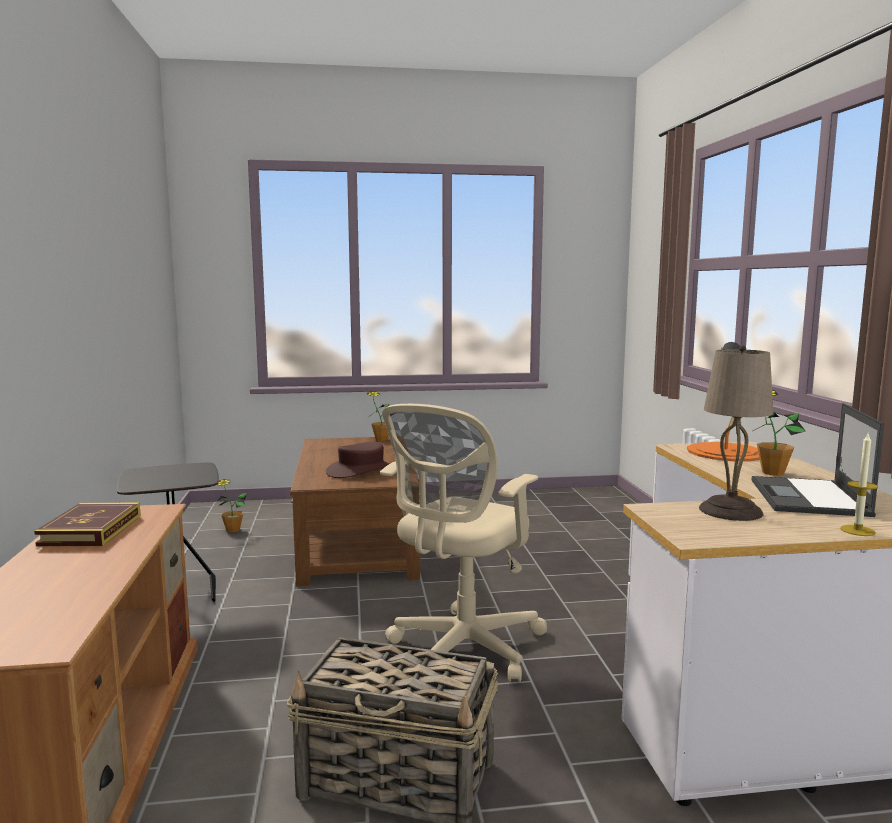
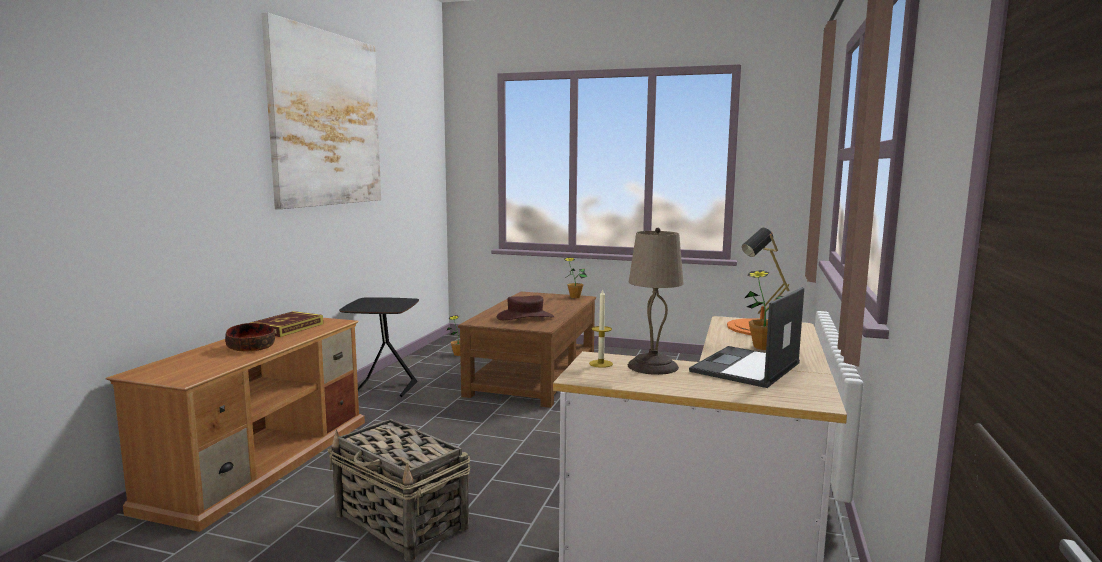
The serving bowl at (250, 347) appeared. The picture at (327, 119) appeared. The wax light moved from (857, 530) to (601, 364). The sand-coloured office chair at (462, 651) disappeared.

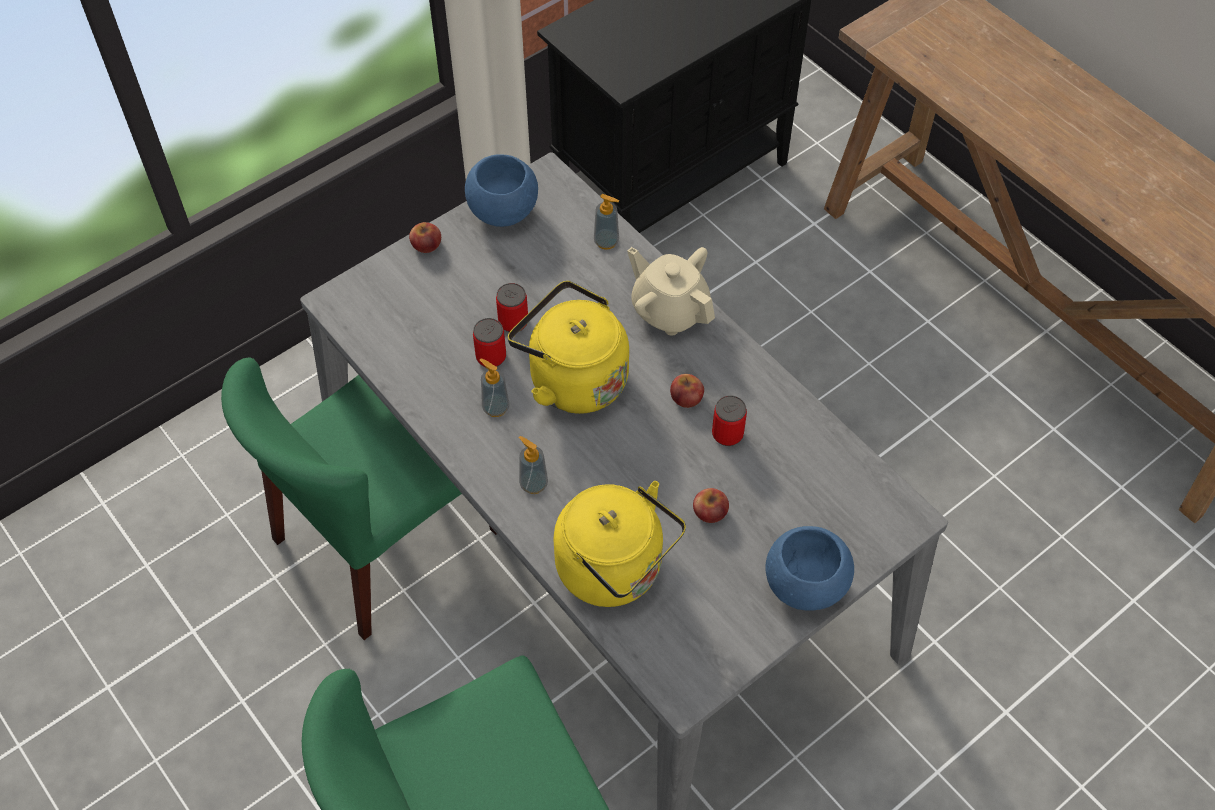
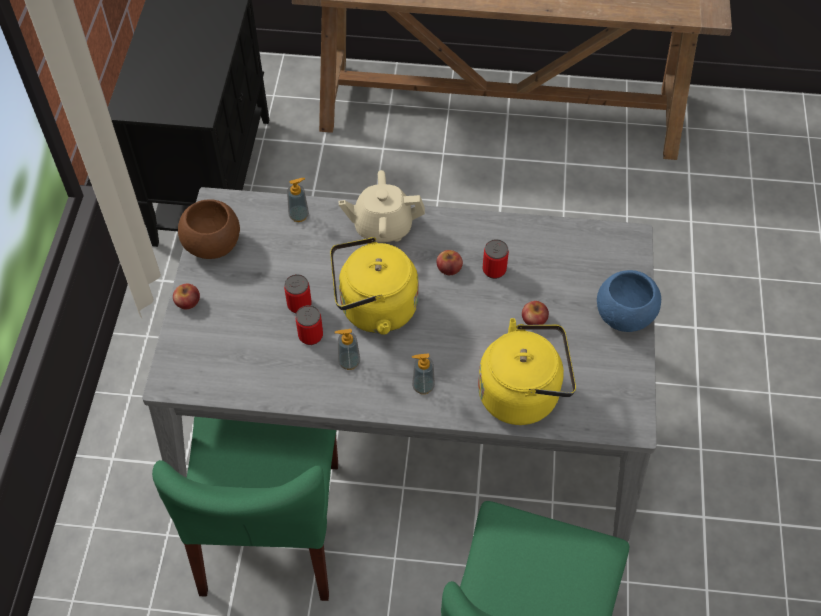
The blue serving bowl at (503, 210) became the brown-coloured serving bowl at (212, 244).

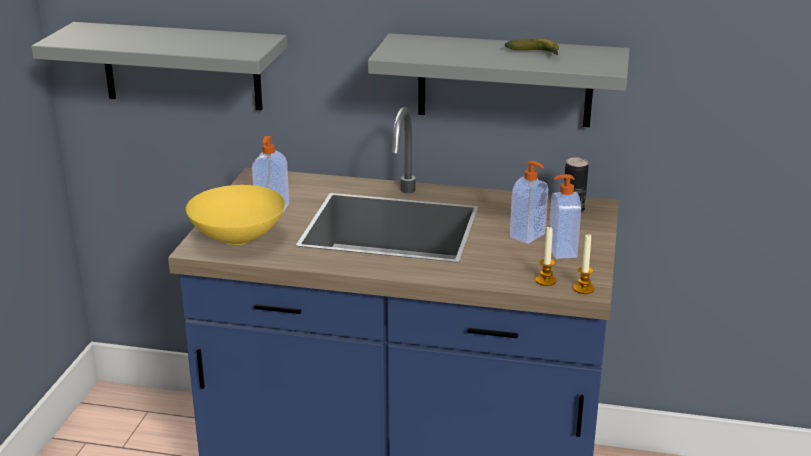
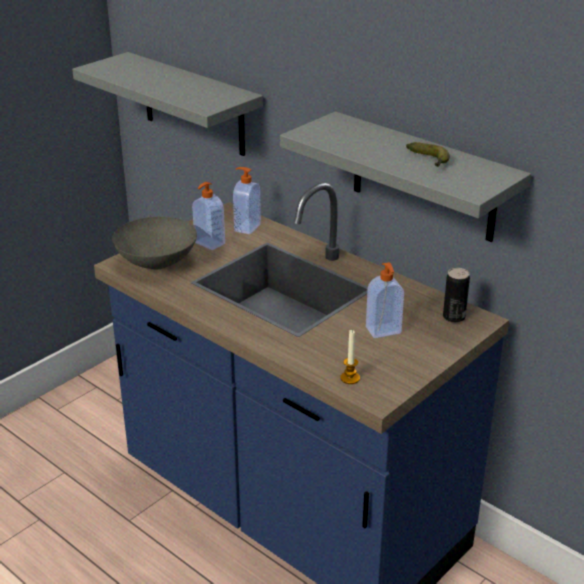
The yellow-coloured serving bowl at (237, 238) became the grey serving bowl at (156, 263). The liquid soap bottle moved from (561, 251) to (246, 227). The wax light at (583, 289) disappeared.

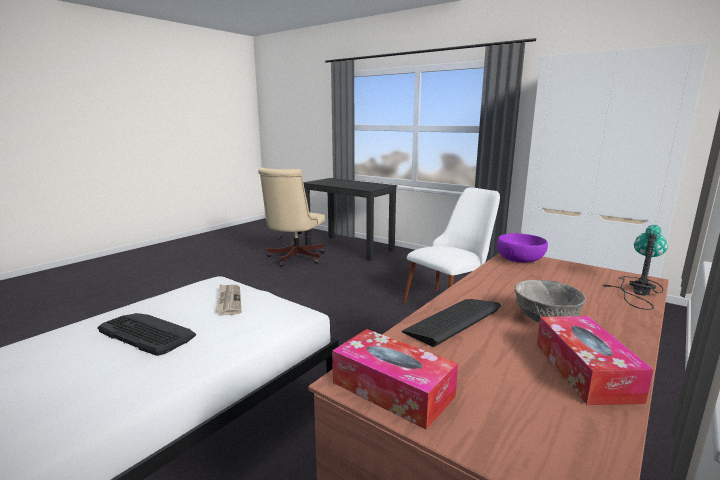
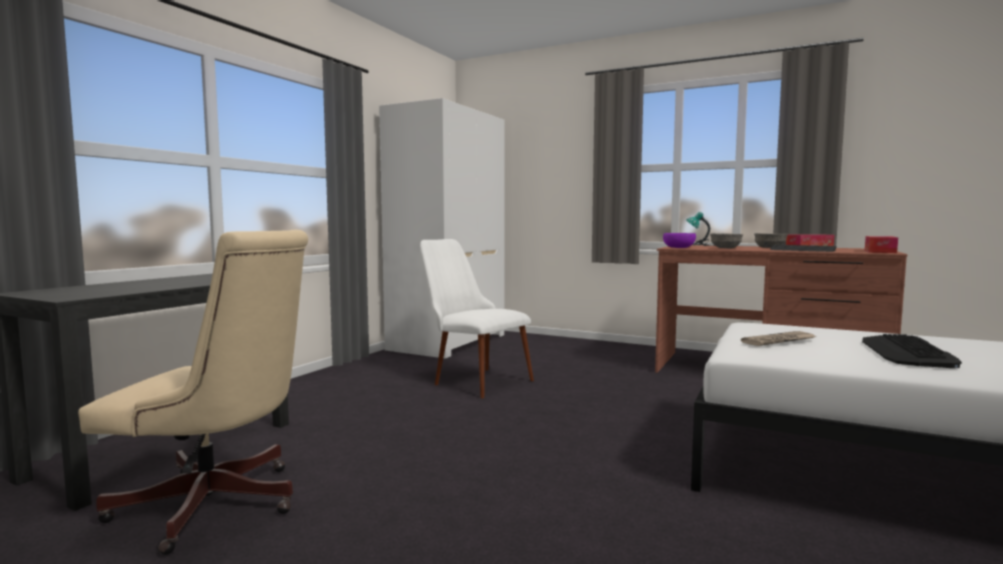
The grey serving bowl at (725, 248) appeared.

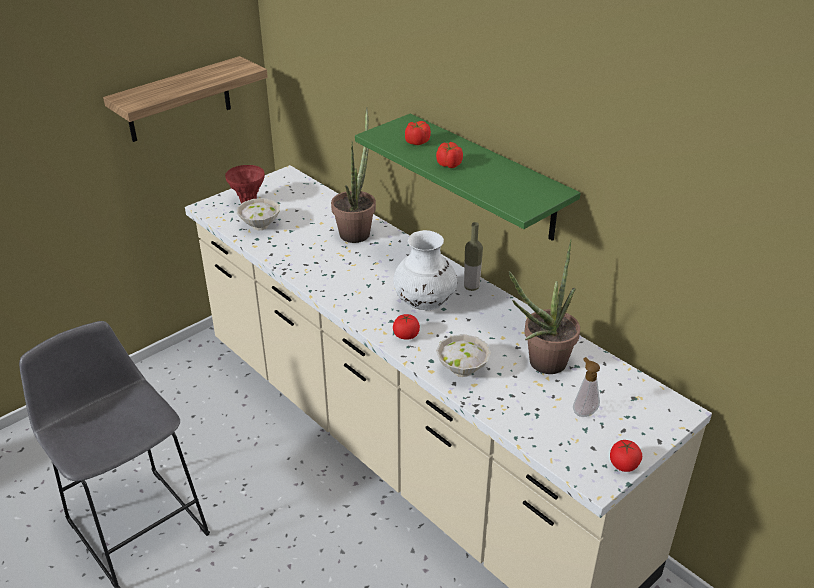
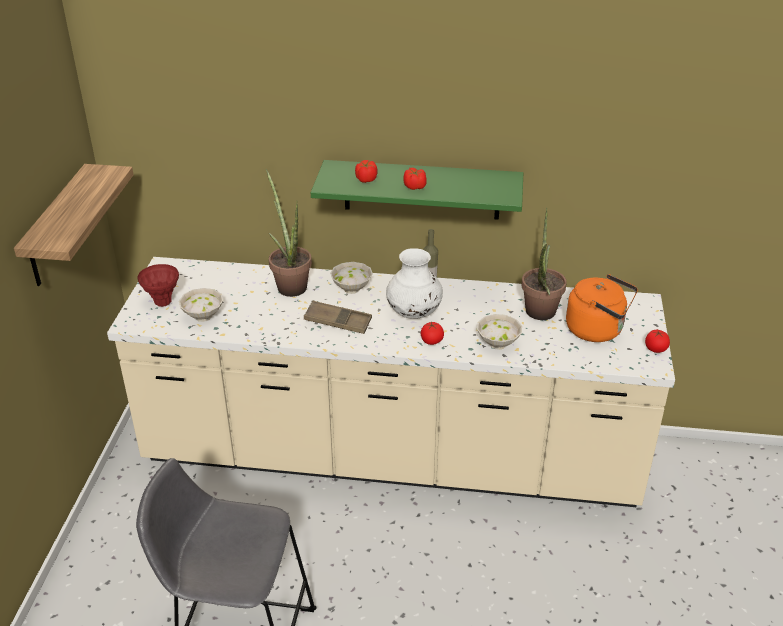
The brown-coloured carrying tray at (338, 321) appeared. The whitish serving bowl at (353, 289) appeared. The liquid soap bottle at (583, 411) was replaced by the orange kettle at (597, 330).

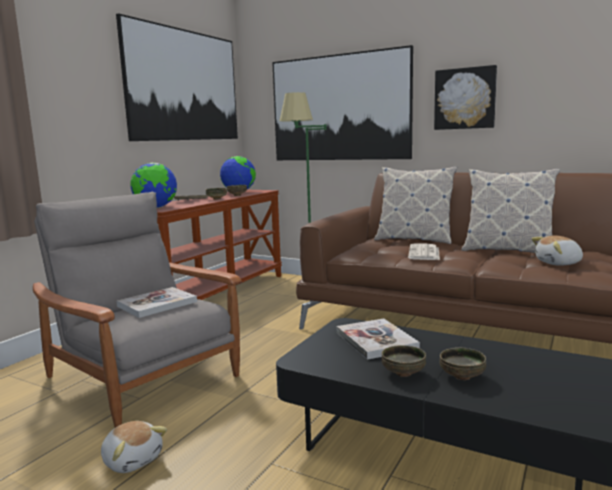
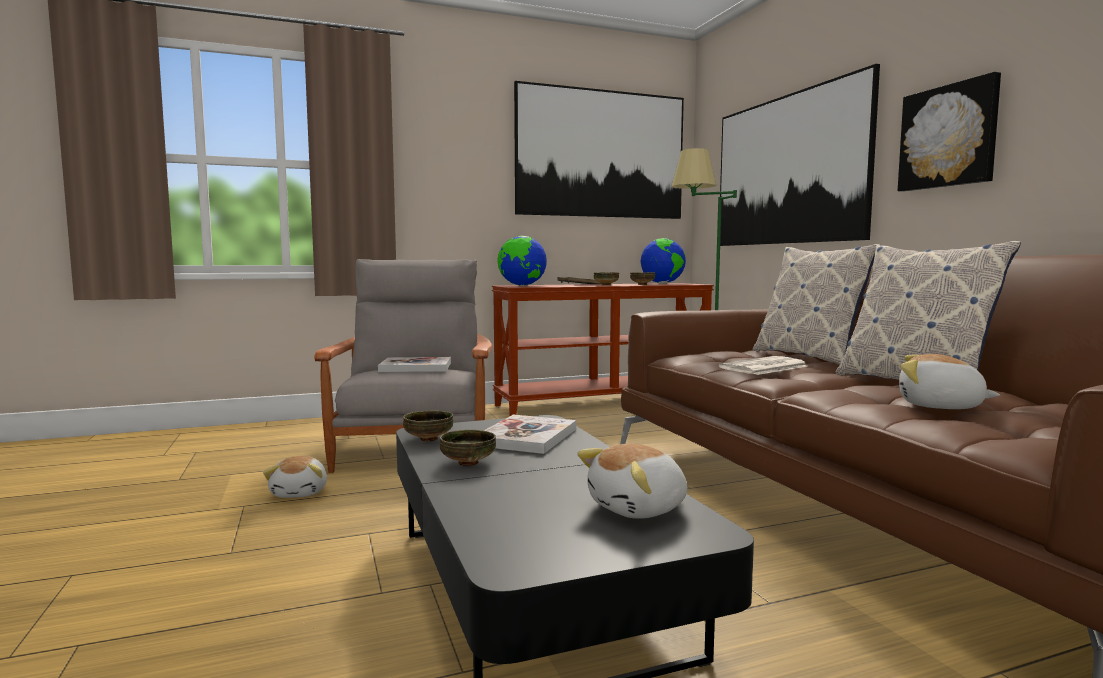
The serving bowl moved from (462, 377) to (428, 439). The soft toy at (639, 508) appeared.

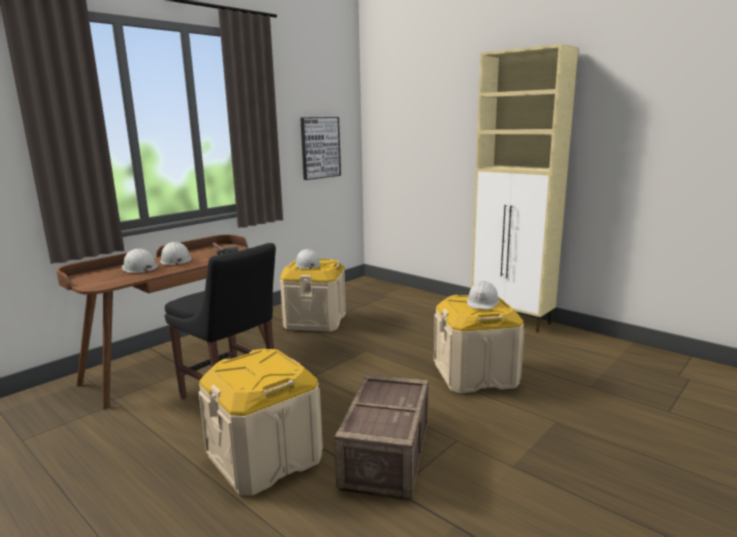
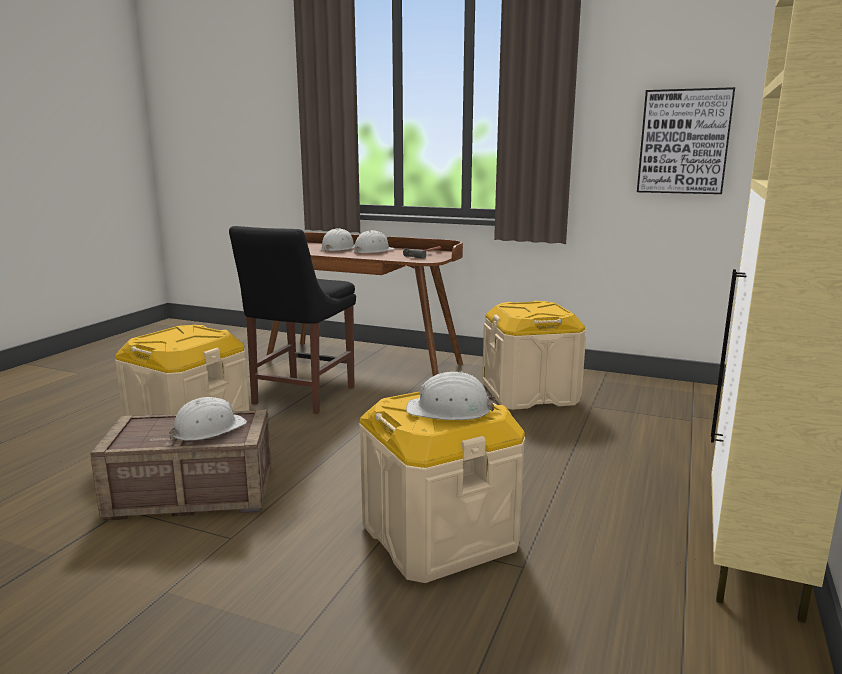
The whitish safety helmet moved from (307, 264) to (208, 429).

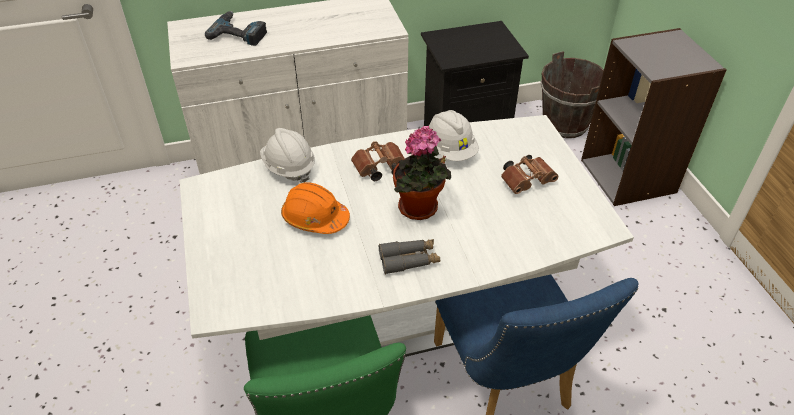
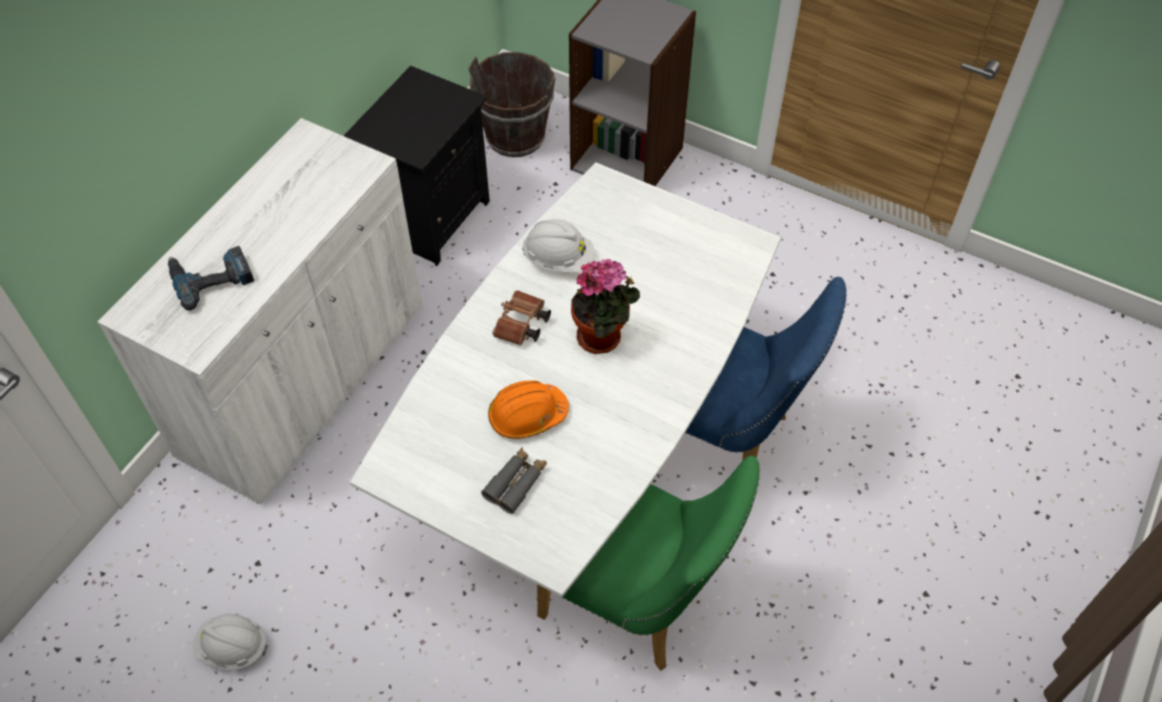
The whitish safety helmet moved from (289, 167) to (232, 648). The grey field glasses moved from (409, 260) to (516, 483). The brown-coloured field glasses at (528, 181) disappeared.

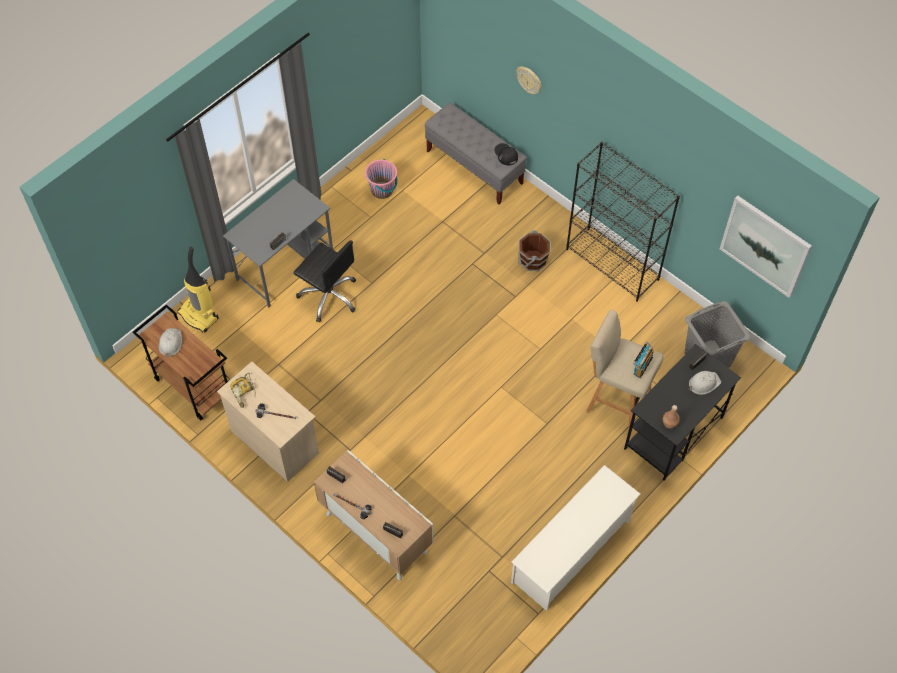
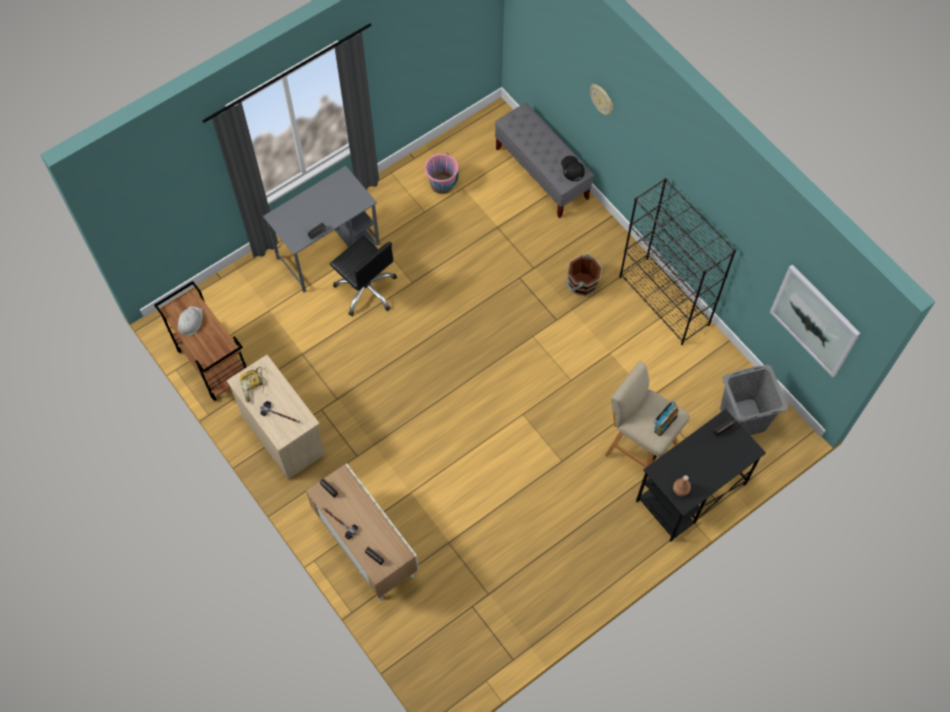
The hoover at (199, 315) disappeared. The whitish shoe shelf at (571, 551) disappeared. The whitish safety helmet at (703, 383) disappeared.

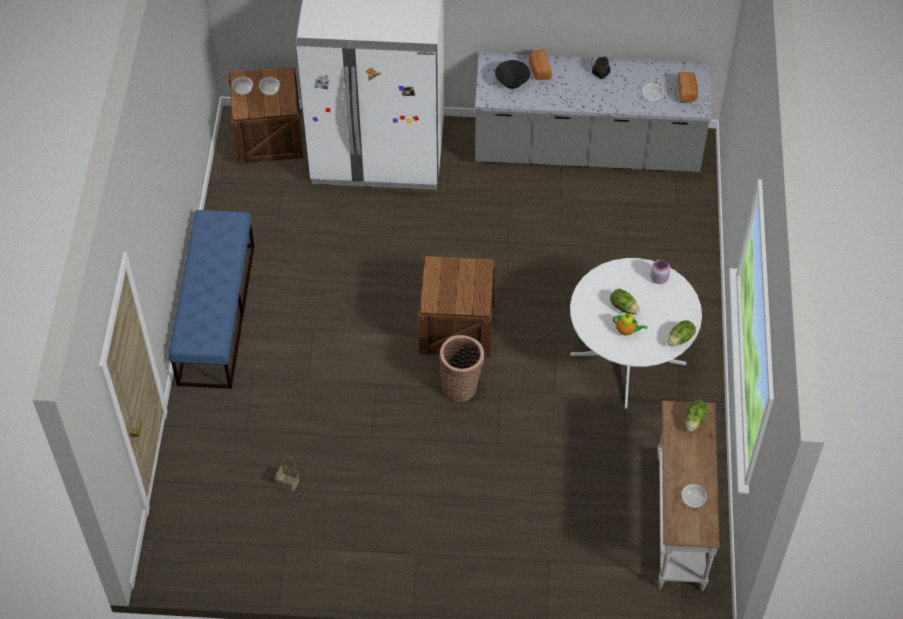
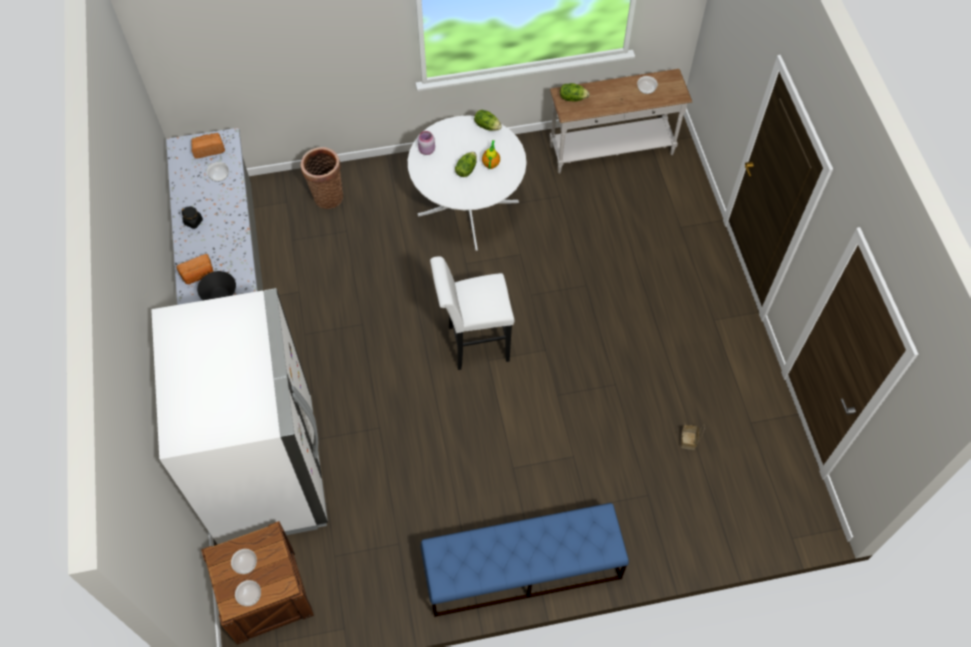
The basket moved from (461, 386) to (327, 195). The packing crate at (456, 327) was replaced by the whitish stool seat at (473, 344).

